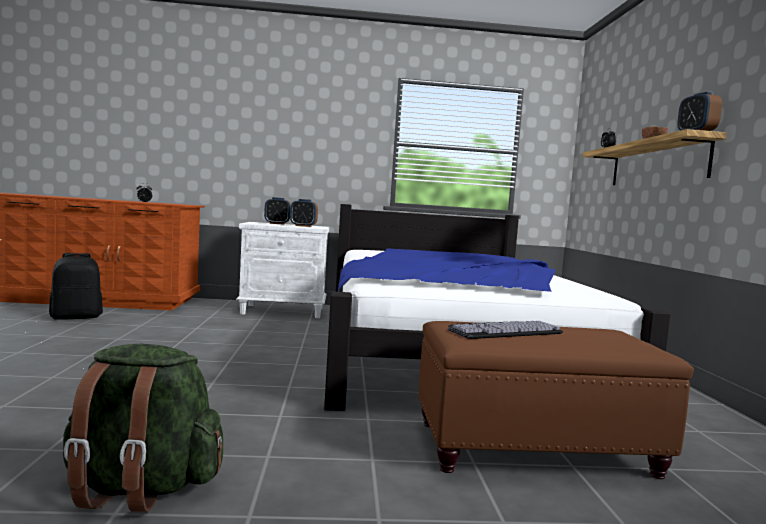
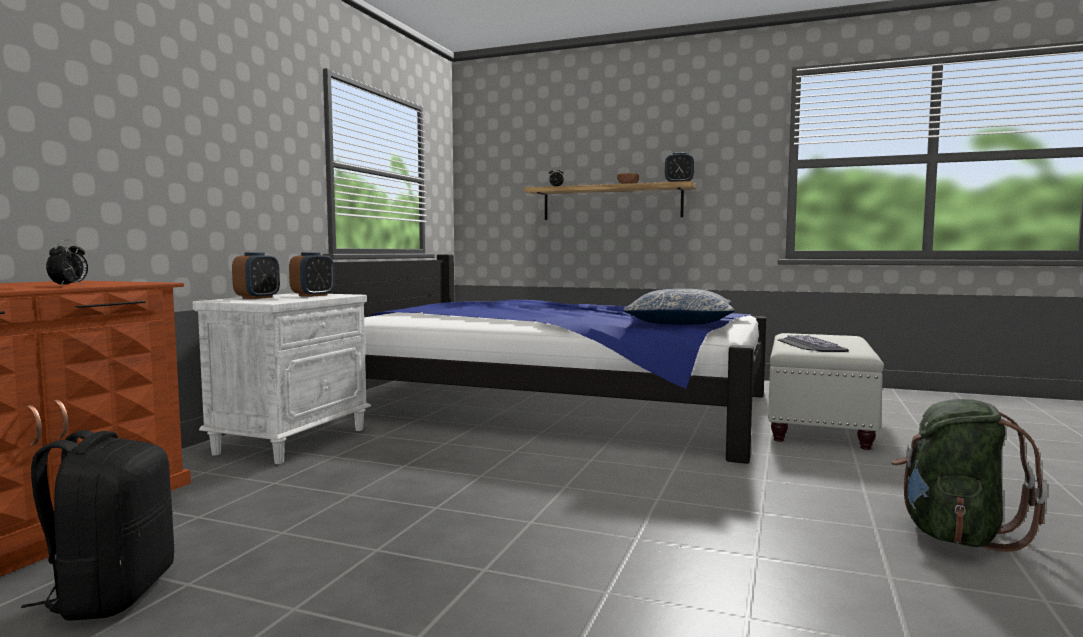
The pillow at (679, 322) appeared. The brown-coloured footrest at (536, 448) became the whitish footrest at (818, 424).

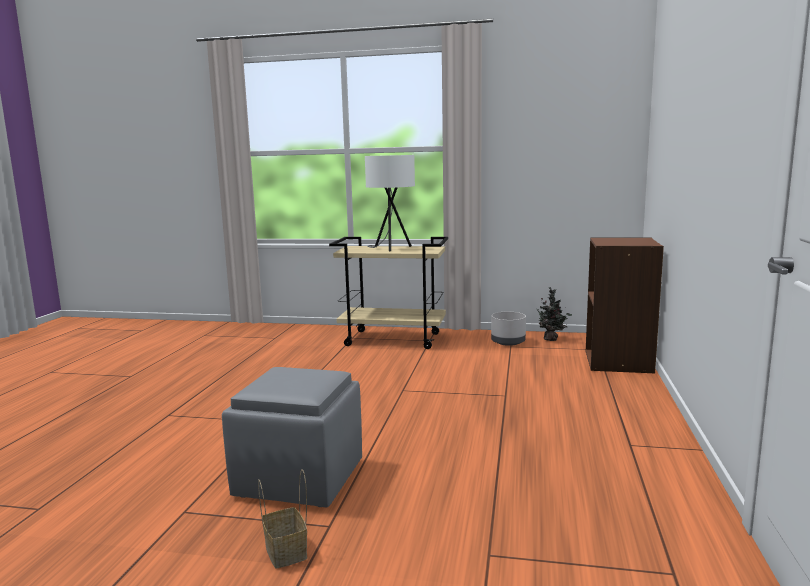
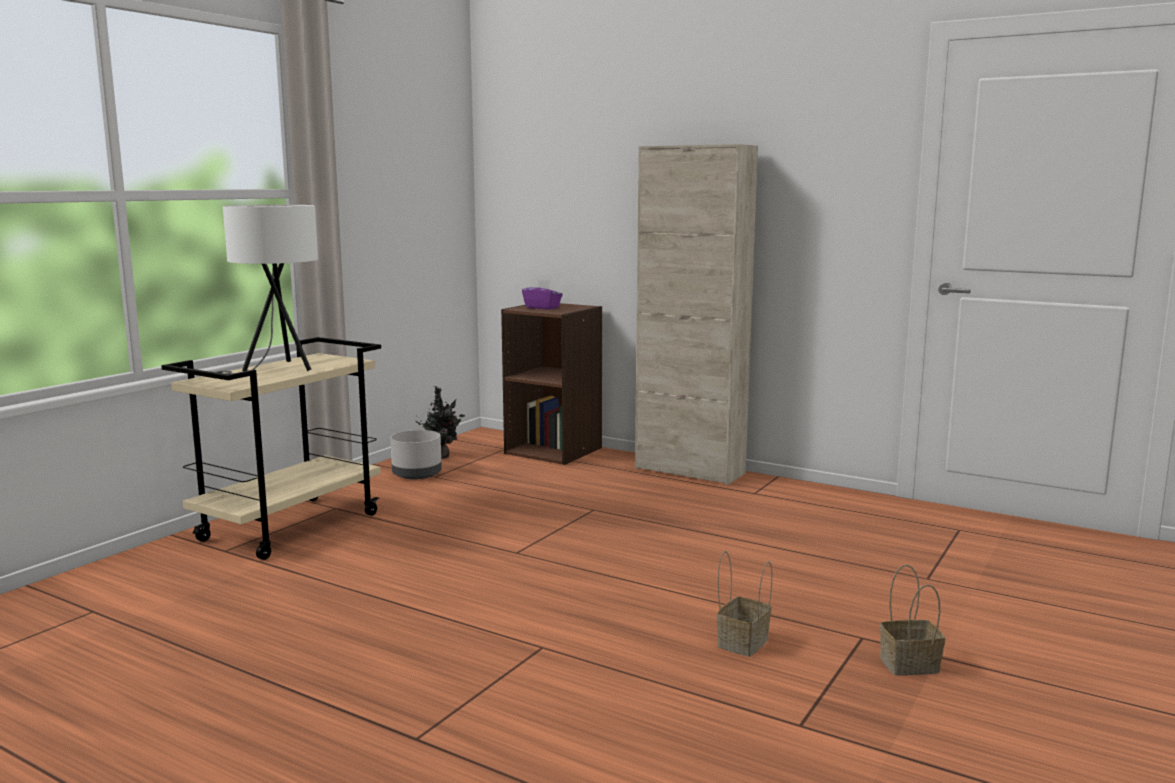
The purple-coloured tissue holder at (542, 308) appeared. The sand-coloured cabinet at (689, 471) appeared. The grey footrest at (301, 478) was replaced by the basket at (742, 642).

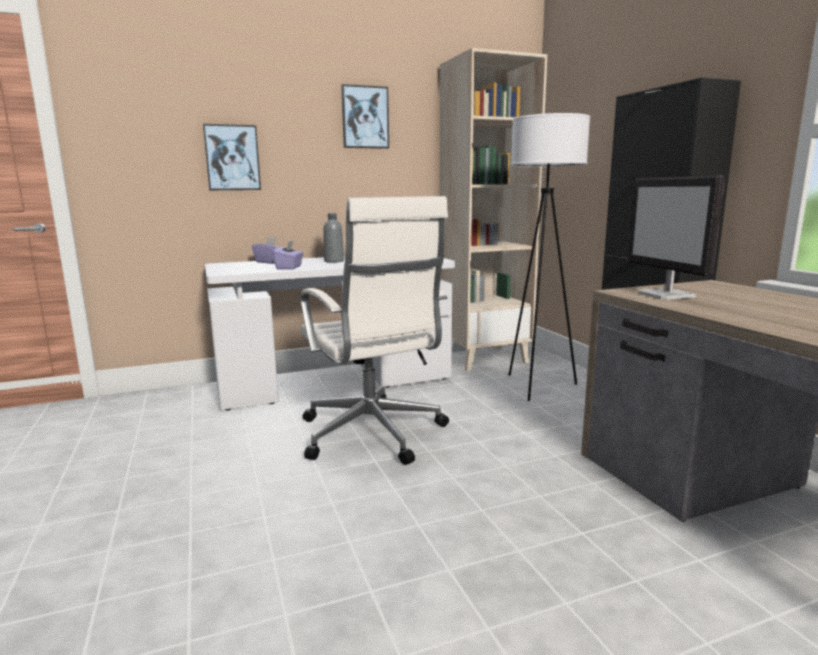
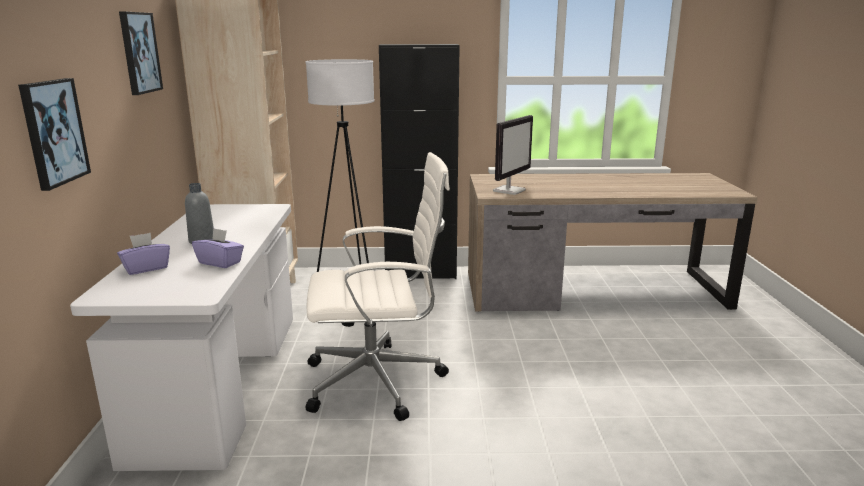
The computer screen at (667, 295) turned 60 degrees counterclockwise.

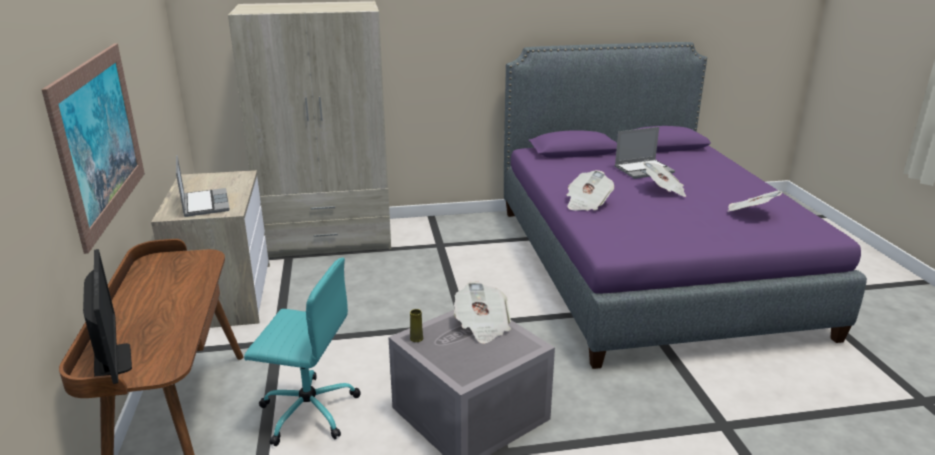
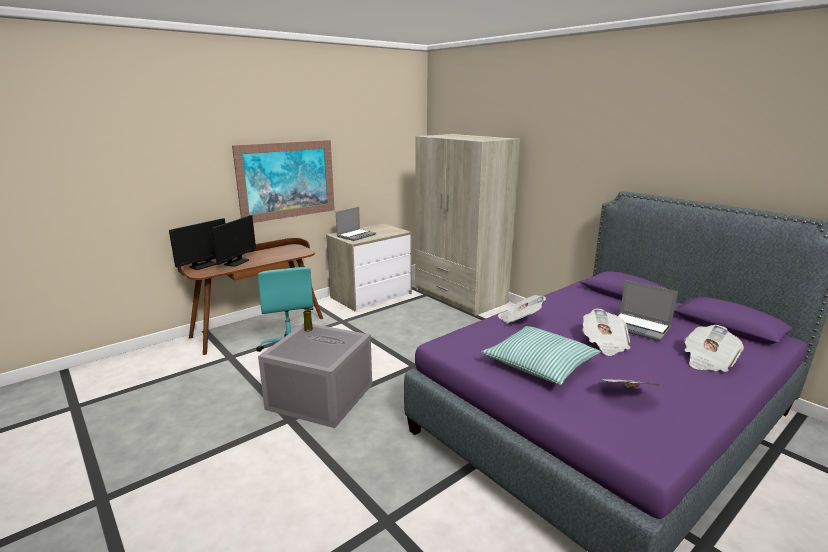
The computer screen at (236, 262) appeared. The pillow at (539, 364) appeared. The daily paper moved from (482, 326) to (708, 361).

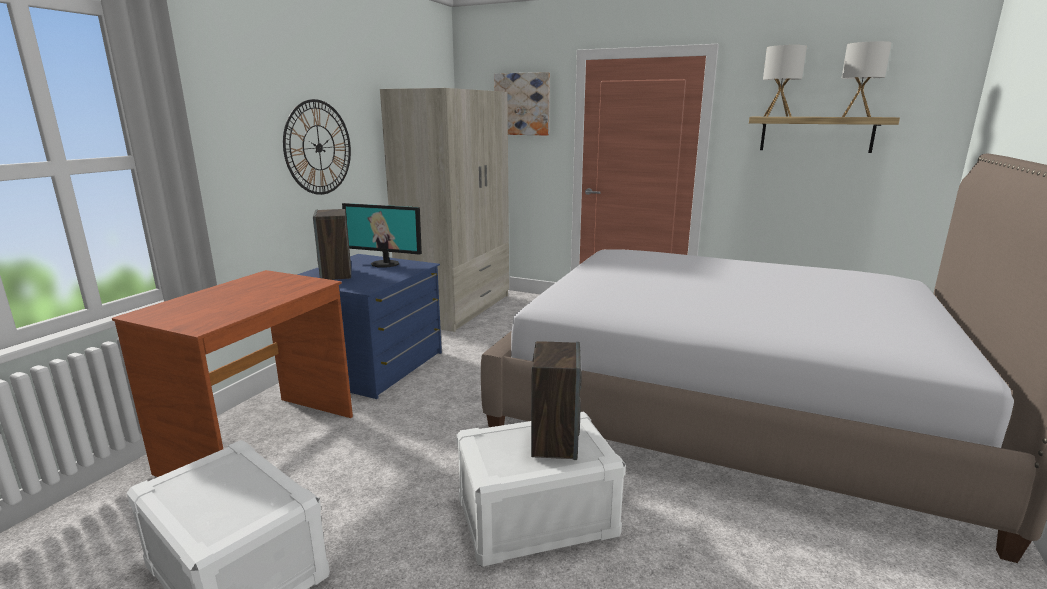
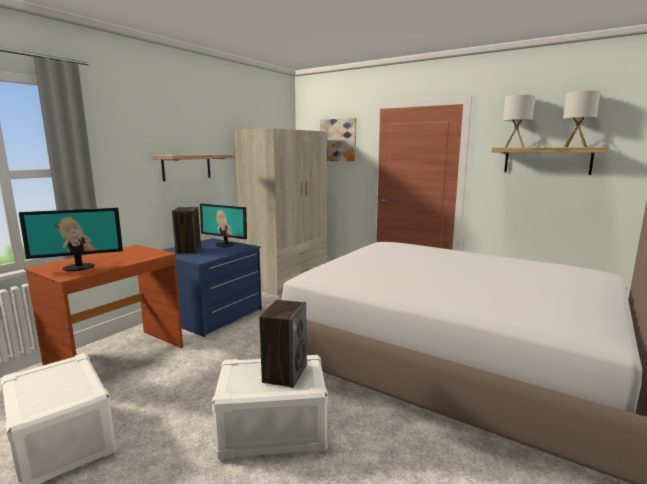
The computer screen at (79, 267) appeared. The wall clock at (318, 147) was replaced by the shelf at (186, 167).

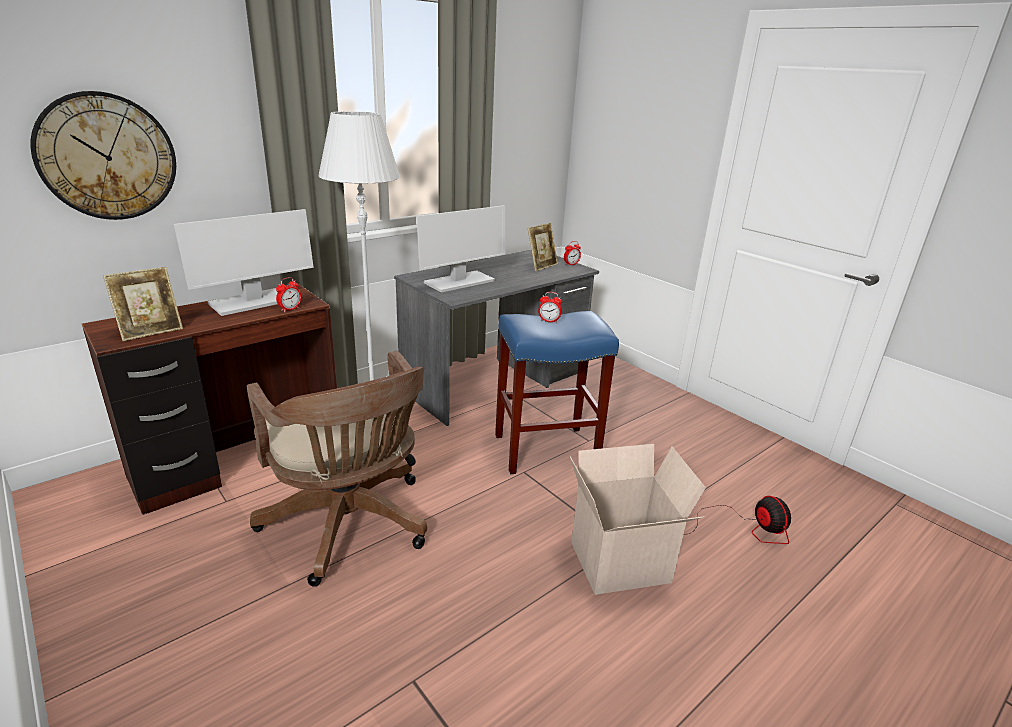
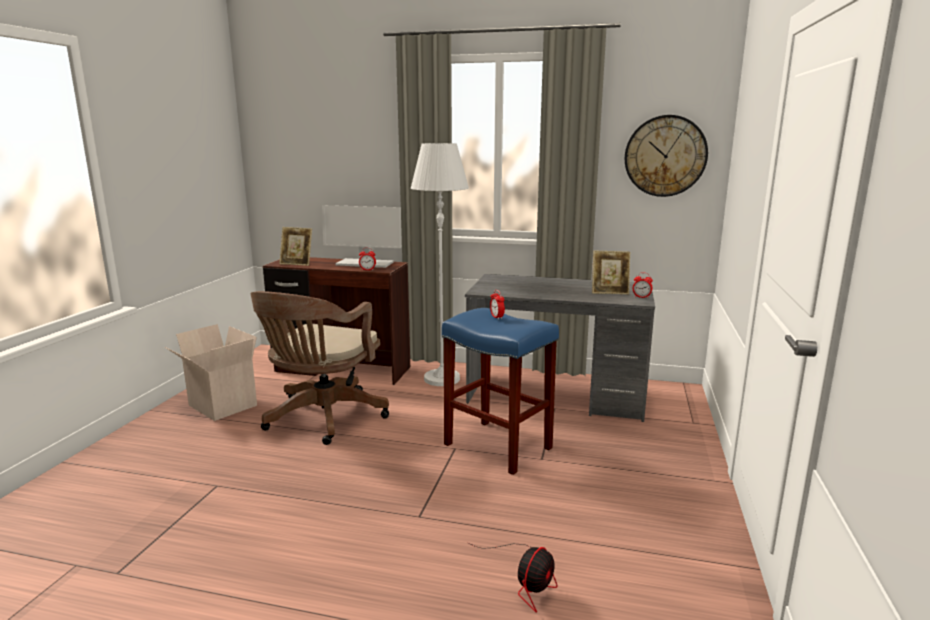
The packing box moved from (619, 565) to (220, 406). The wall clock moved from (107, 157) to (665, 156). The computer screen at (459, 282) disappeared.

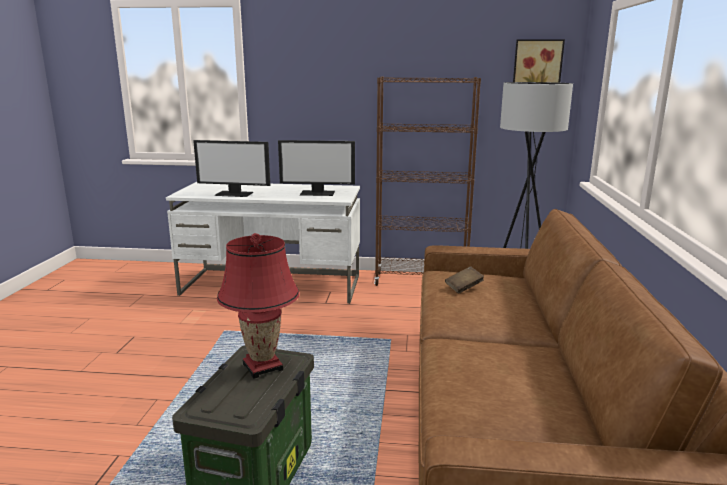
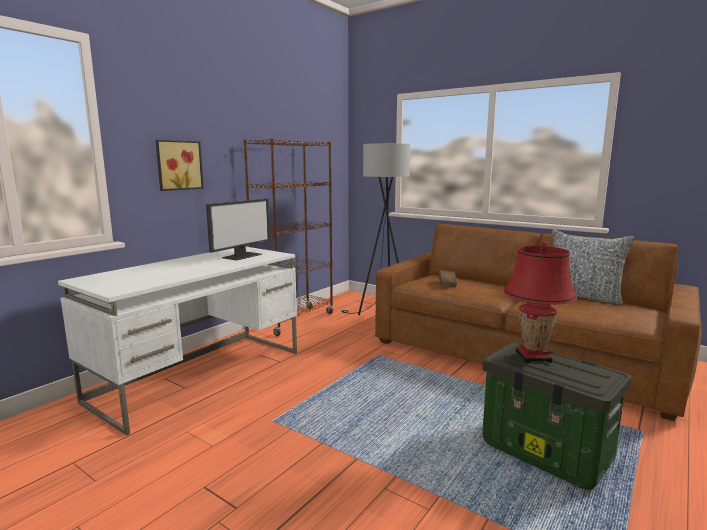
The picture moved from (537, 64) to (178, 165). The pillow at (581, 296) appeared. The computer screen at (234, 194) disappeared.

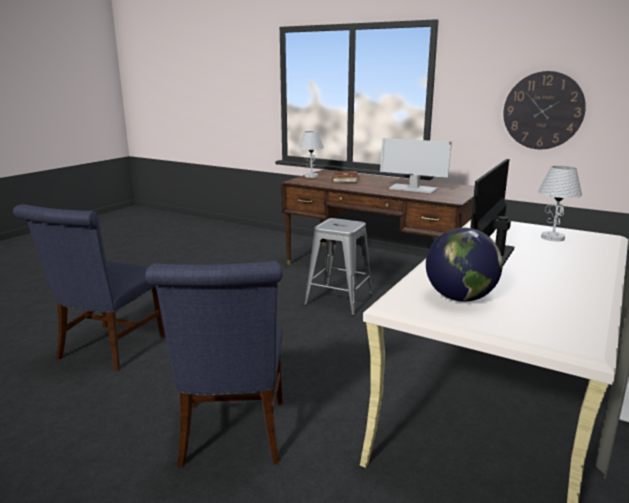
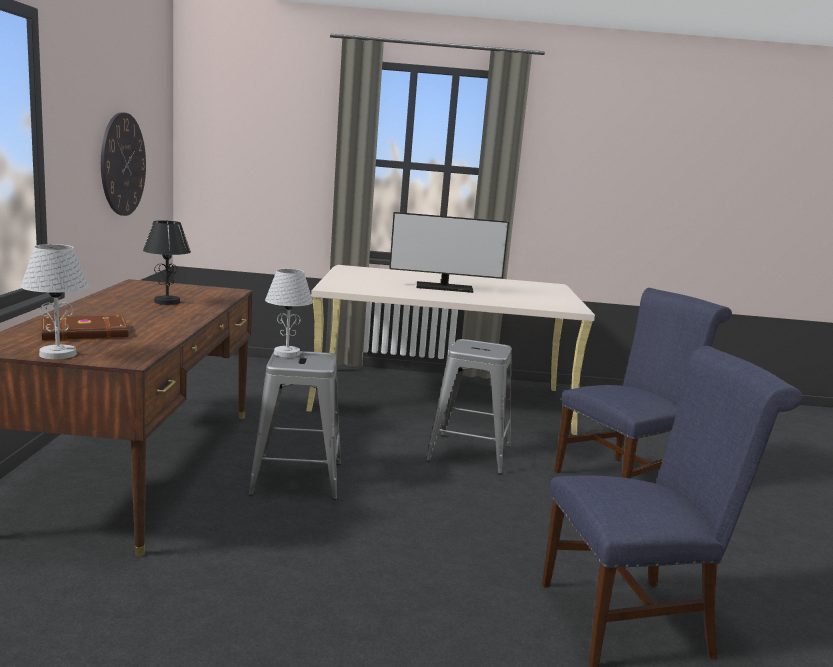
The computer screen at (413, 189) was replaced by the black lamp for a table at (166, 302). The whitish lamp for a table moved from (553, 238) to (286, 353). The grey stool seat at (470, 453) appeared. The world globe at (460, 298) disappeared.

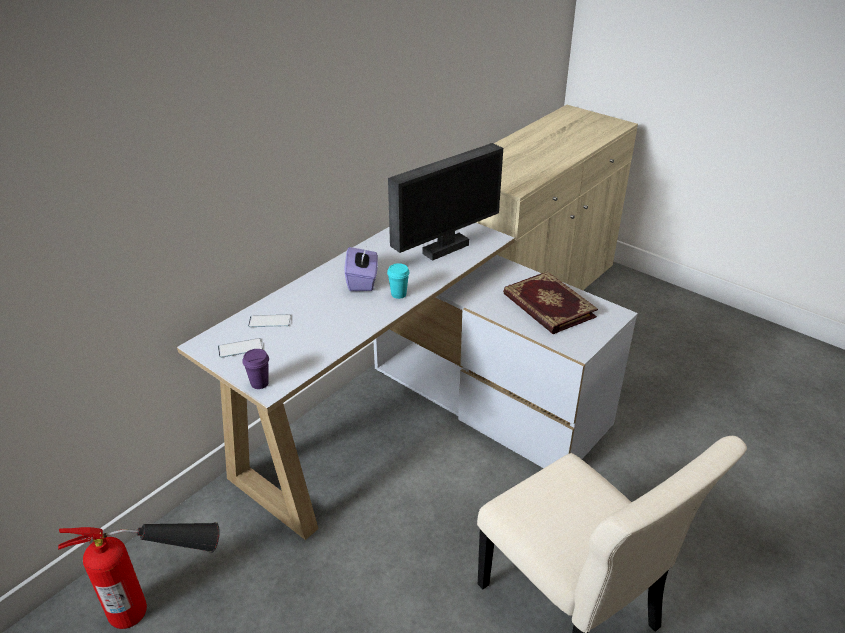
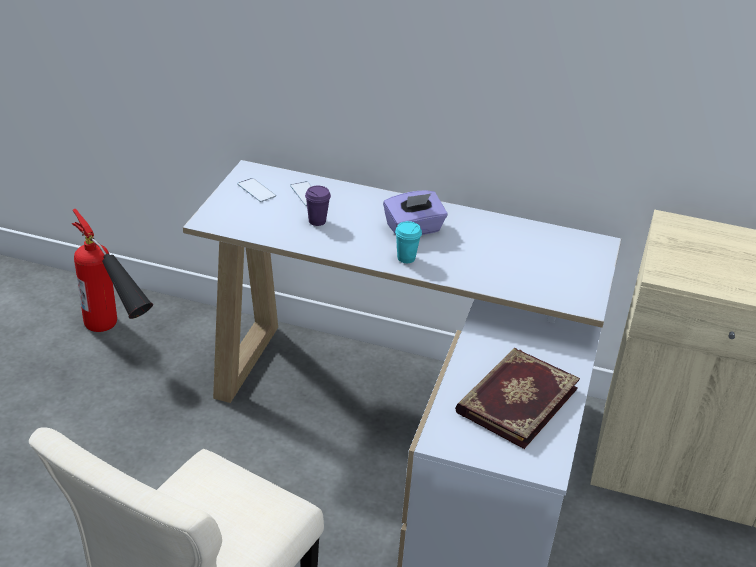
The purple-coloured cup moved from (259, 383) to (317, 221). The computer screen at (444, 248) disappeared.

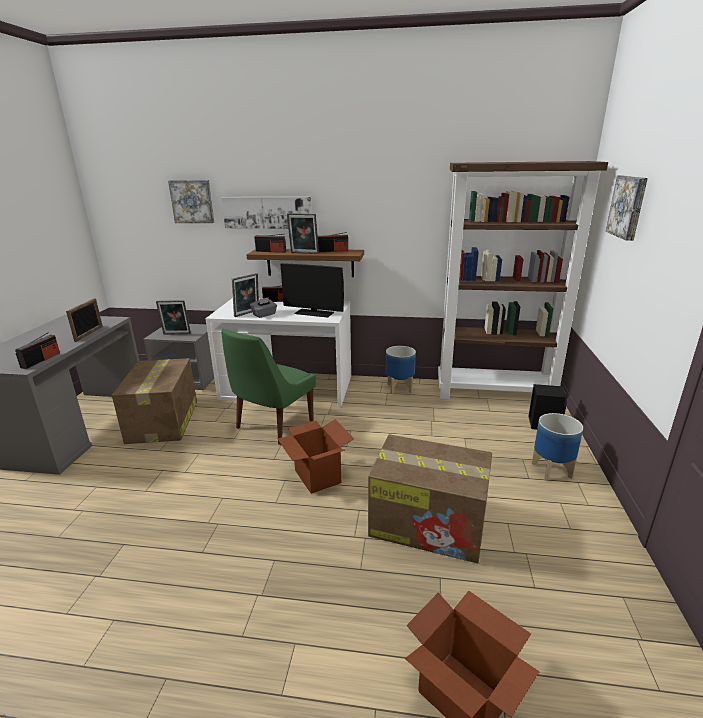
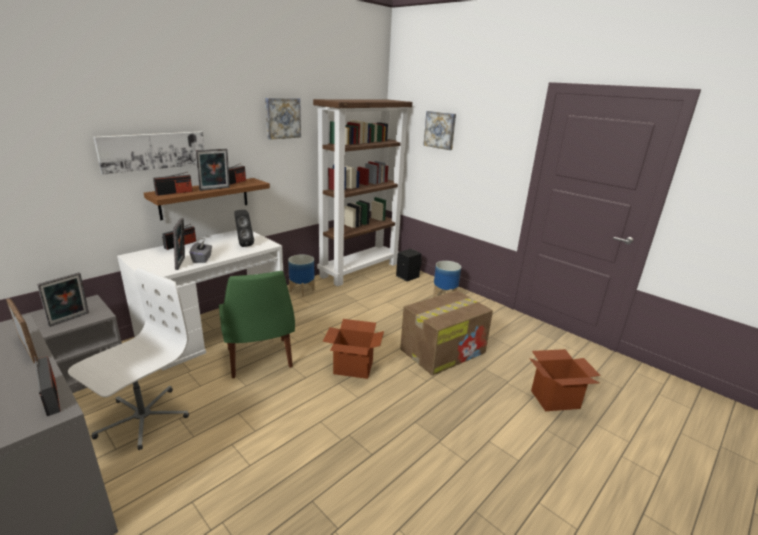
The packing box at (163, 422) was replaced by the whitish office chair at (142, 418). The computer screen at (314, 313) was replaced by the black loudspeaker at (243, 244). The picture moved from (192, 201) to (282, 118).

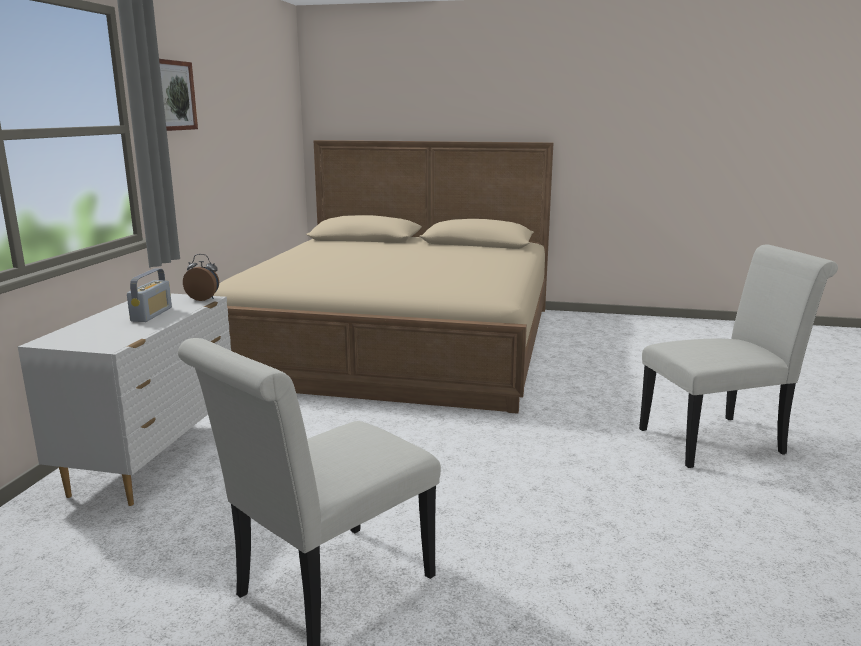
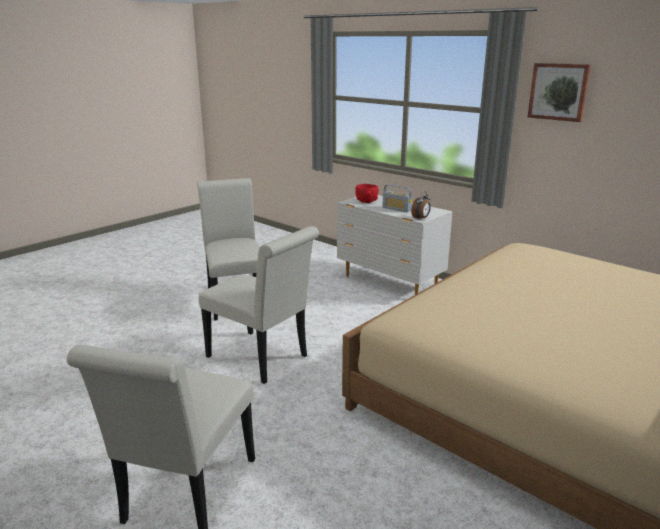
The whitish chair at (262, 359) appeared. The reddish serving bowl at (366, 202) appeared.

